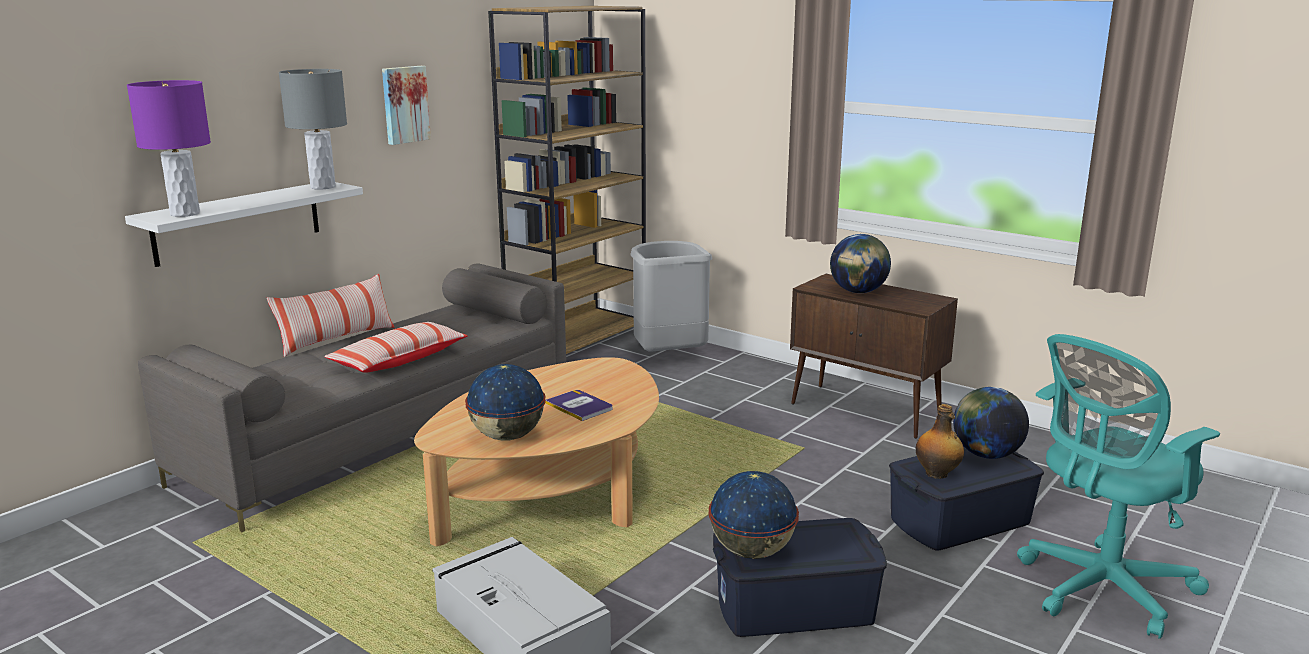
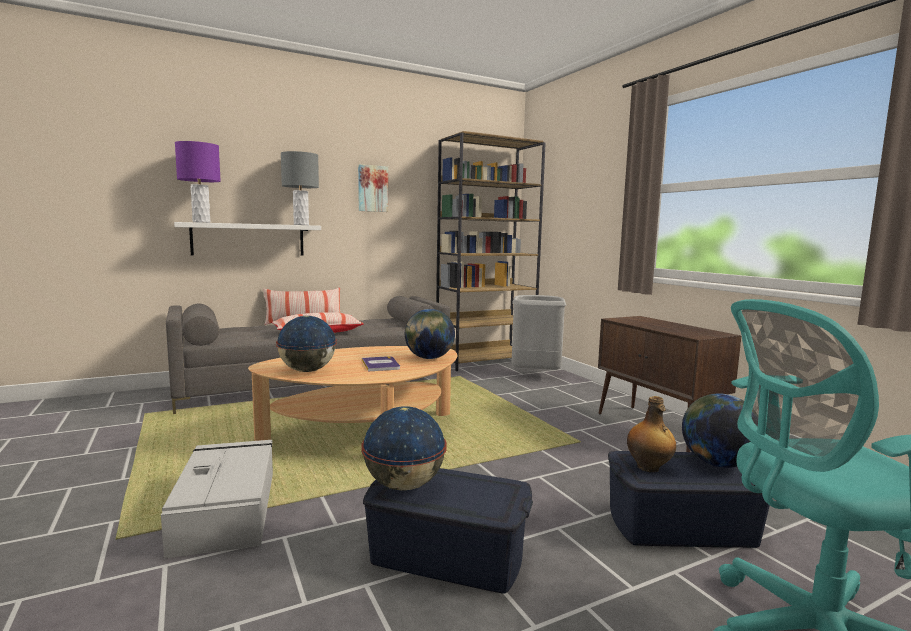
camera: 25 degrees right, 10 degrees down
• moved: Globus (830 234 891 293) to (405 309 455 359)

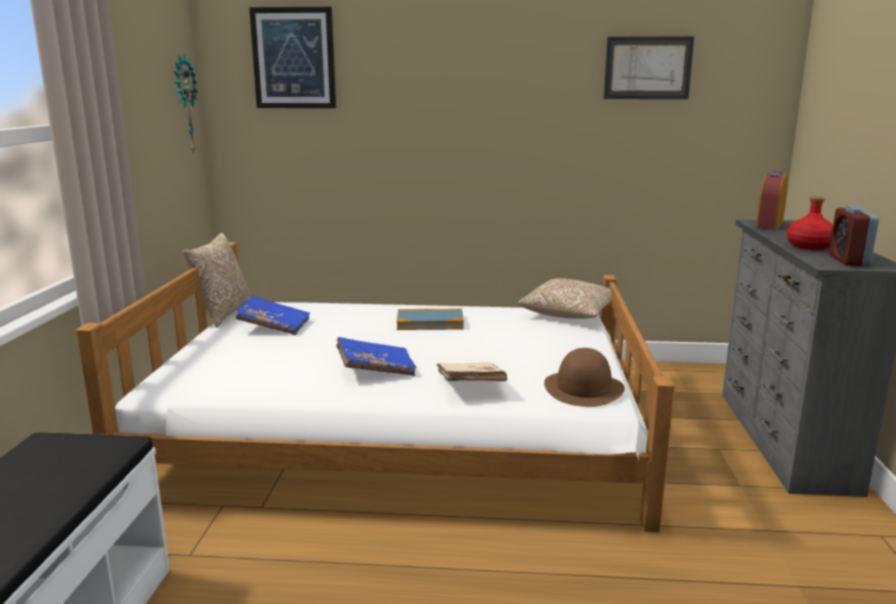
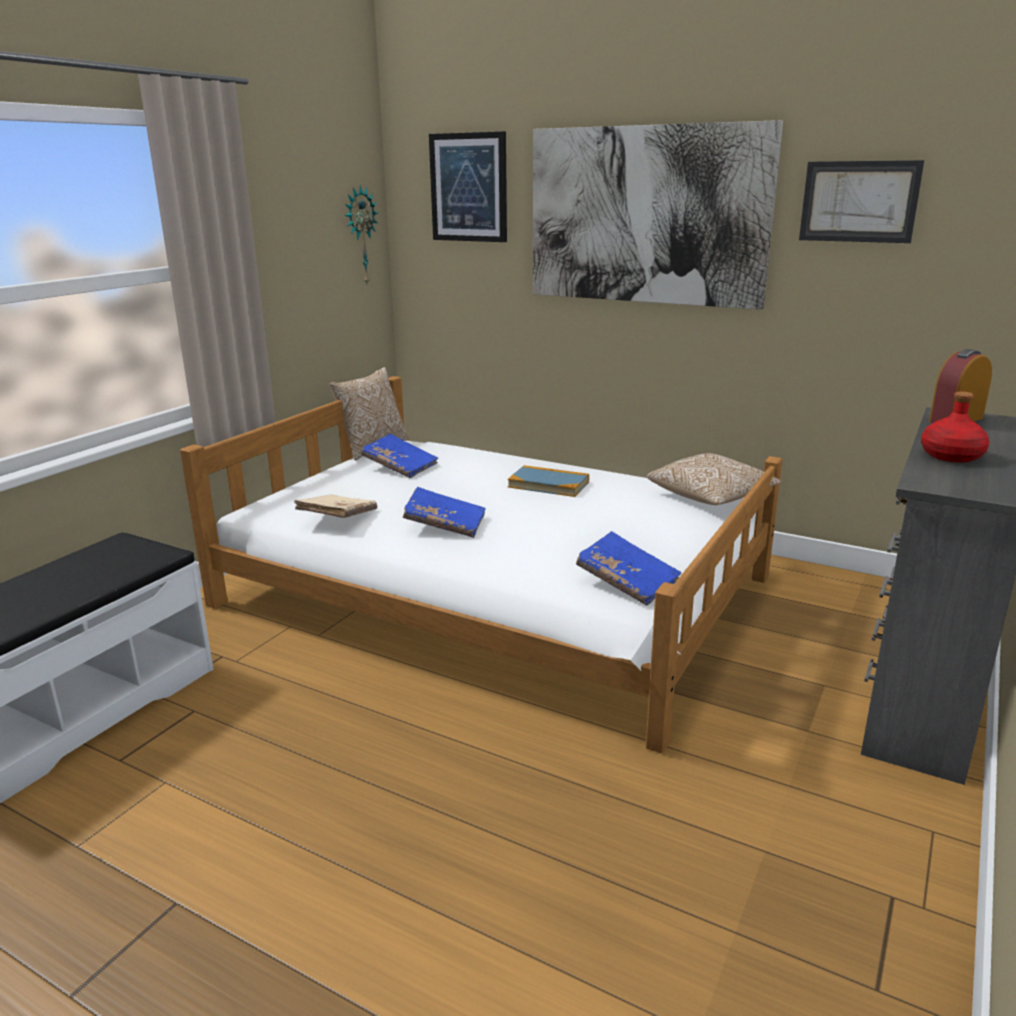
camera: 25 degrees right, 5 degrees up
• removed: Wecker (829 205 879 266)
• added: Bild (533 120 783 310)
• moved: Buch (beige) (437 362 507 381) to (294 494 377 518)
• replaced: Hut (braun) (544 348 625 407) to Buch (blau) (576 531 681 606)

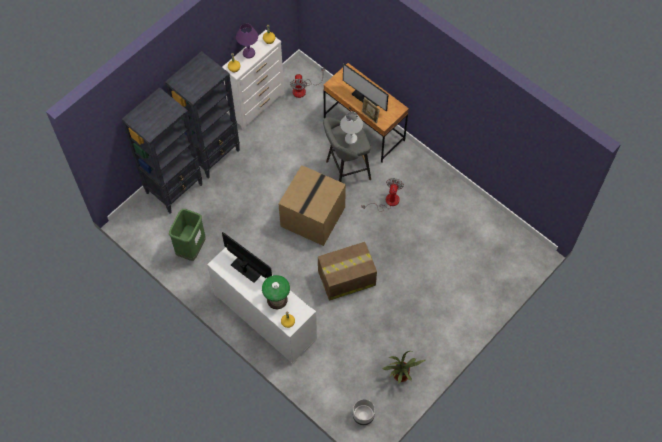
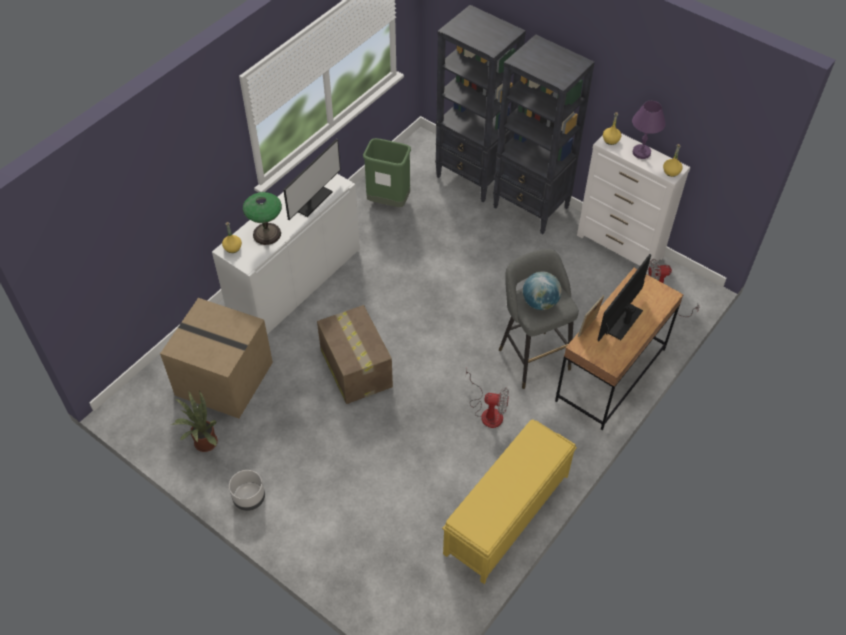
camera: 85 degrees right, 10 degrees down
• added: Bank (gelb) (442 420 577 584)
• moved: Karton (279 165 346 246) to (160 298 273 418)
• moved: Pflanzkübel (grau) (353 399 375 425) to (229 470 265 511)
• replaced: Tischlampe (weiß) (340 112 363 145) to Globus (523 272 562 310)

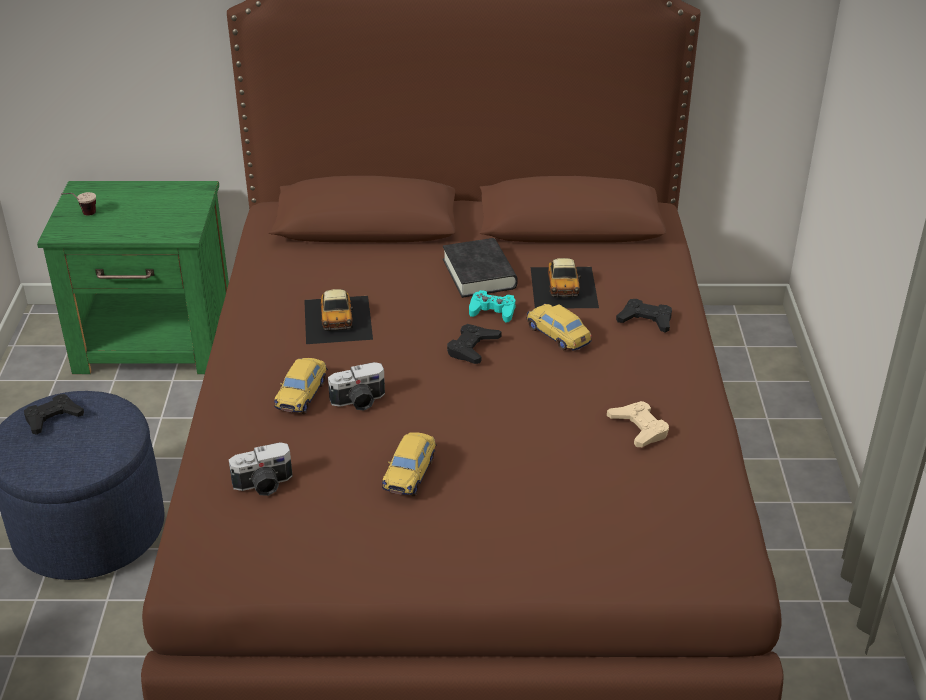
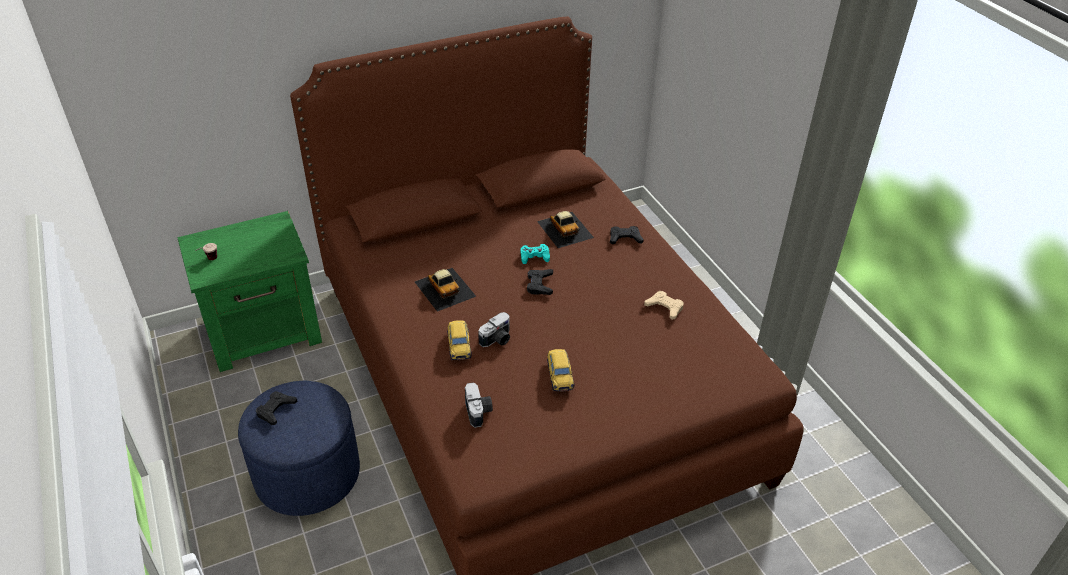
camera: 25 degrees left, 5 degrees up
• removed: Buch (schwarz) (443 238 518 298)
• removed: Spielzeugauto (526 303 592 350)
• turned: Kamera (229 442 293 496) = (465 382 493 428) 60 degrees counterclockwise

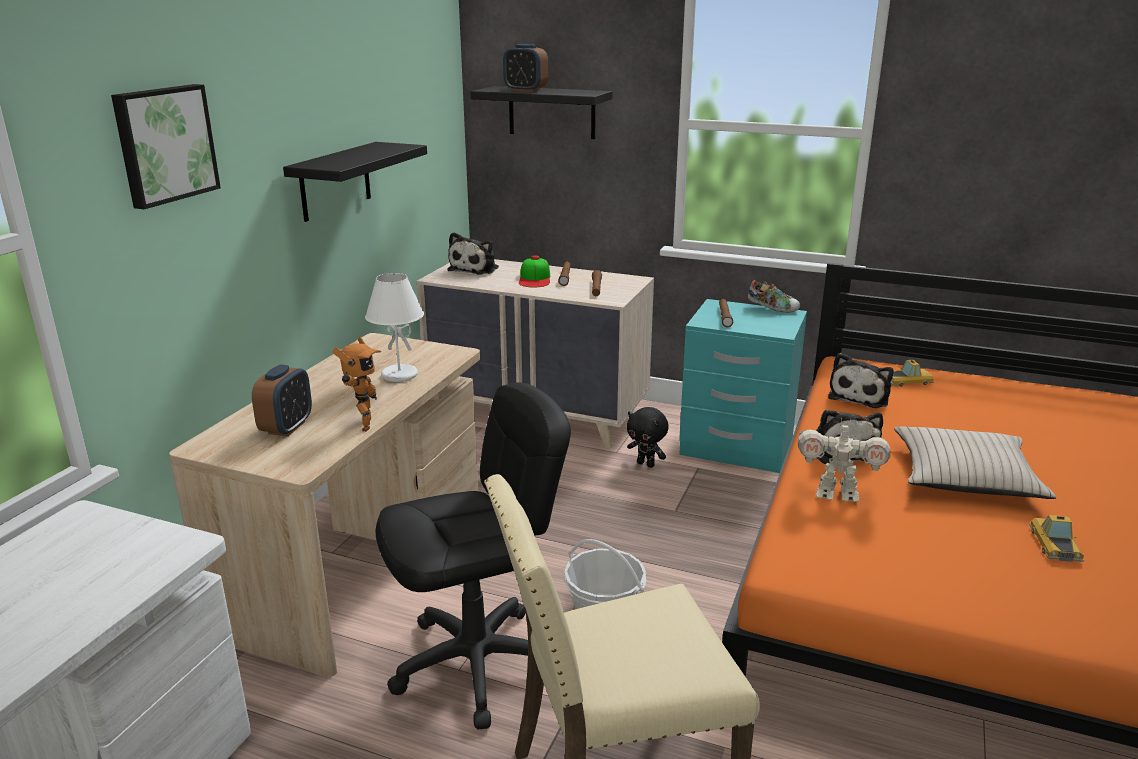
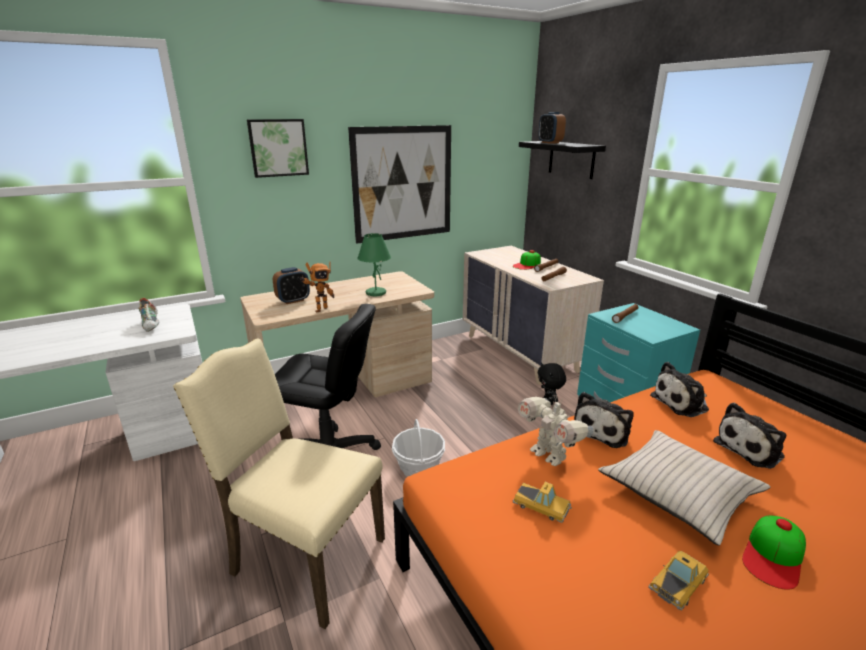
camera: 40 degrees right, 0 degrees up
• added: Kappe (742 516 806 590)
• moved: Plüschtier (447 232 499 275) to (713 403 786 469)
• moved: Schuh (748 280 800 313) to (138 298 159 332)
• moved: Spielzeugauto (891 360 934 387) to (513 482 572 523)
• replaced: Wandregal (schwarz) (283 142 427 222) to Bild (348 125 451 244)
• recoloured: Tischlampe (weiß) (365 273 424 382) to Tischlampe (grün) (357 233 391 296)

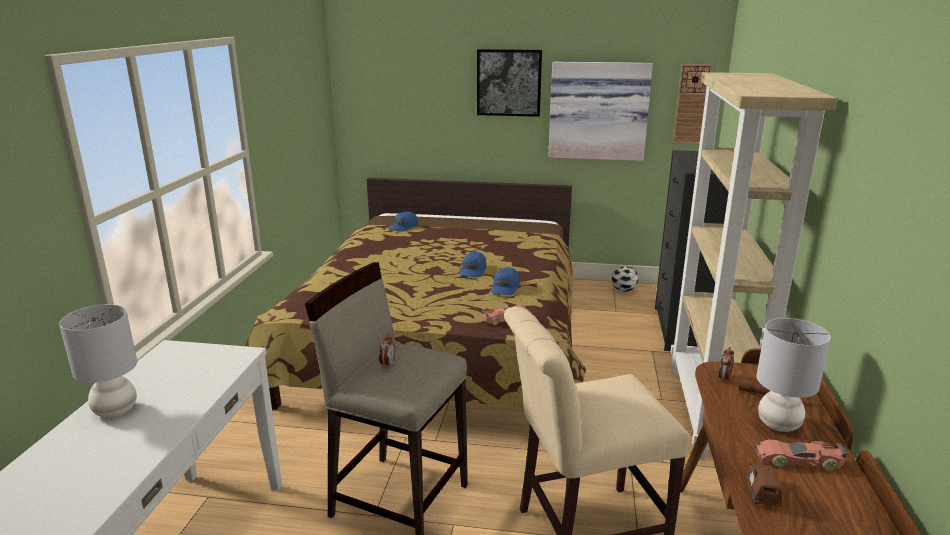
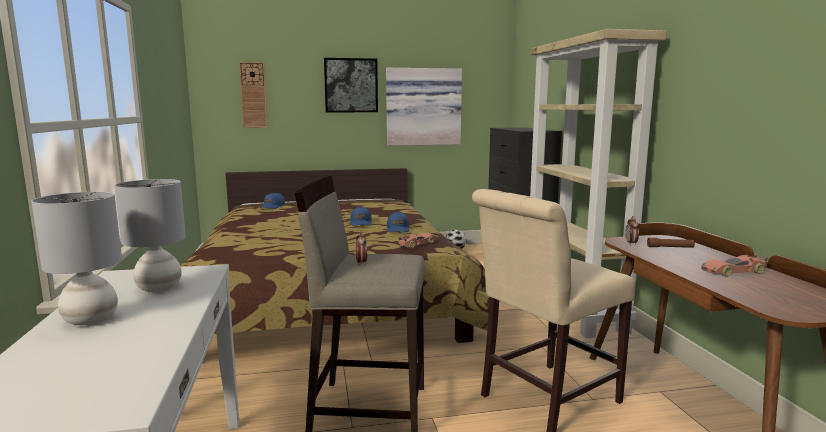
camera: 20 degrees left, 10 degrees down
• removed: Spielzeugauto (braun) (747 463 782 507)
• moved: Wanduhr (673 64 713 144) to (239 62 268 128)
• moved: Tischlampe (grau) (756 318 831 432) to (114 179 186 292)

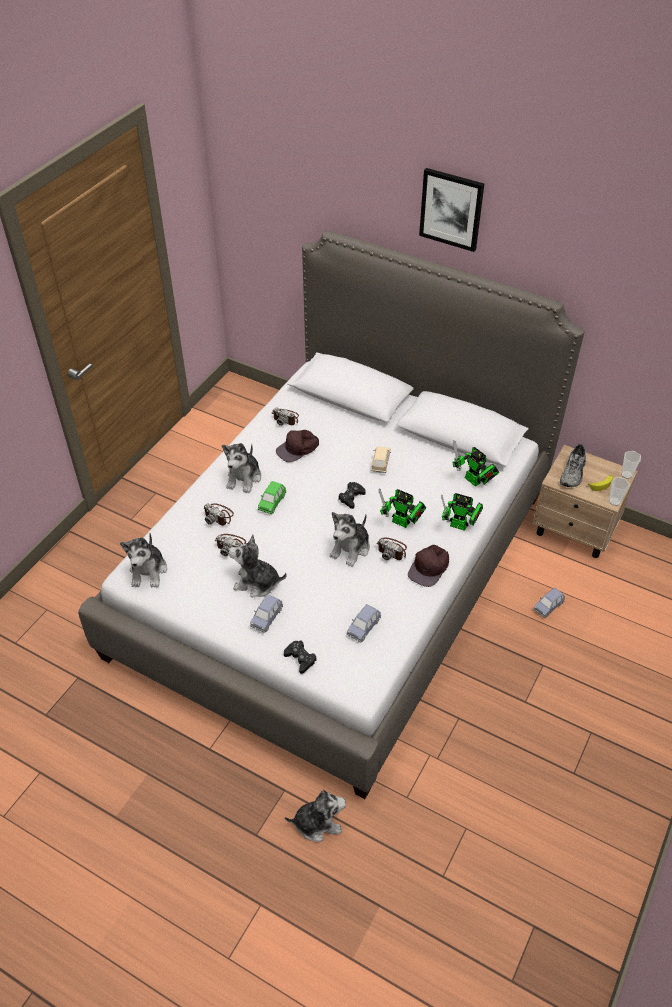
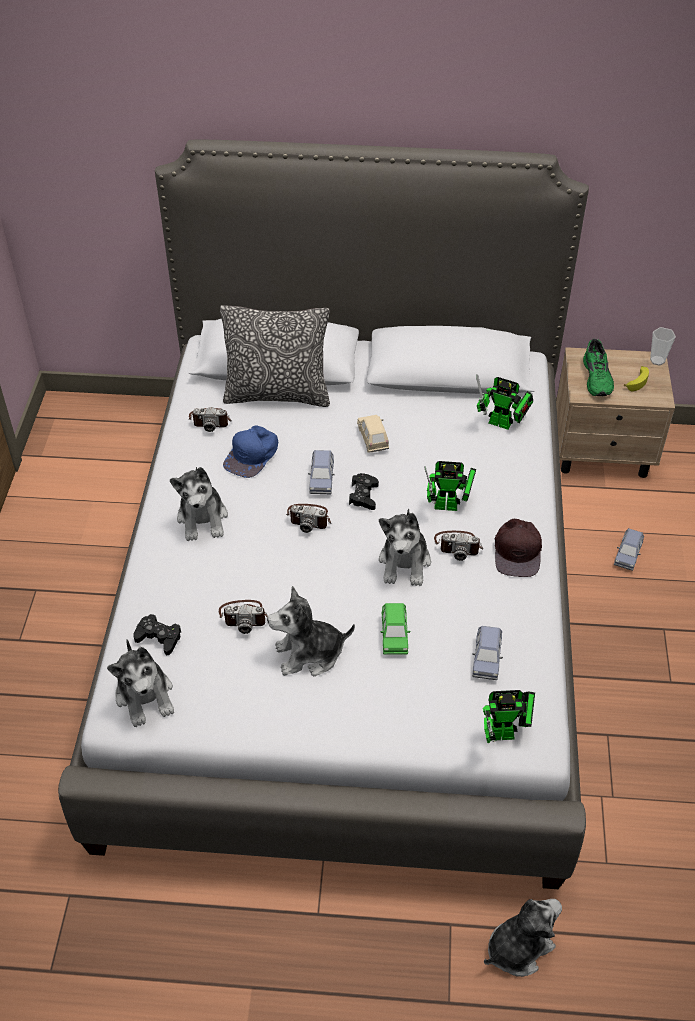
camera: 25 degrees left, 0 degrees up
• removed: Bild (419 168 484 252)
• removed: Tasse (609 477 630 506)
• added: Kissen (220 305 330 407)
• moved: Kamera (204 503 234 526) to (286 504 331 533)
• moved: Spielzeugauto (blau) (250 594 283 633) to (308 450 334 494)
• moved: Spielzeugauto (grün) (258 481 286 514) to (380 603 410 655)
• moved: Gamepad (schwarz) (284 640 317 674) to (133 614 181 655)
• moved: Spielzeugroboter (441 493 483 531) to (483 690 535 743)
• recoloured: Kappe (braun) (276 430 319 462) to Kappe (blau) (223 425 278 478)
• recoloured: Schuh (grau) (560 444 586 487) to Schuh (grün) (583 339 614 396)

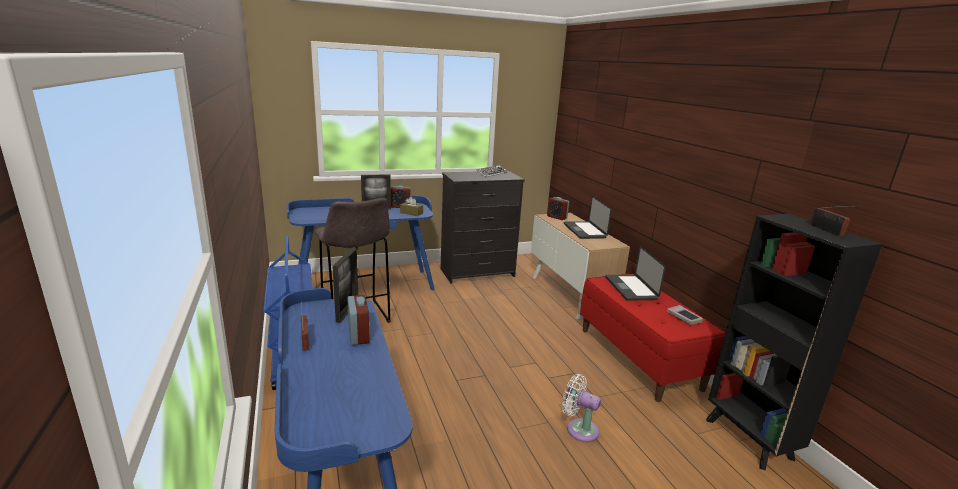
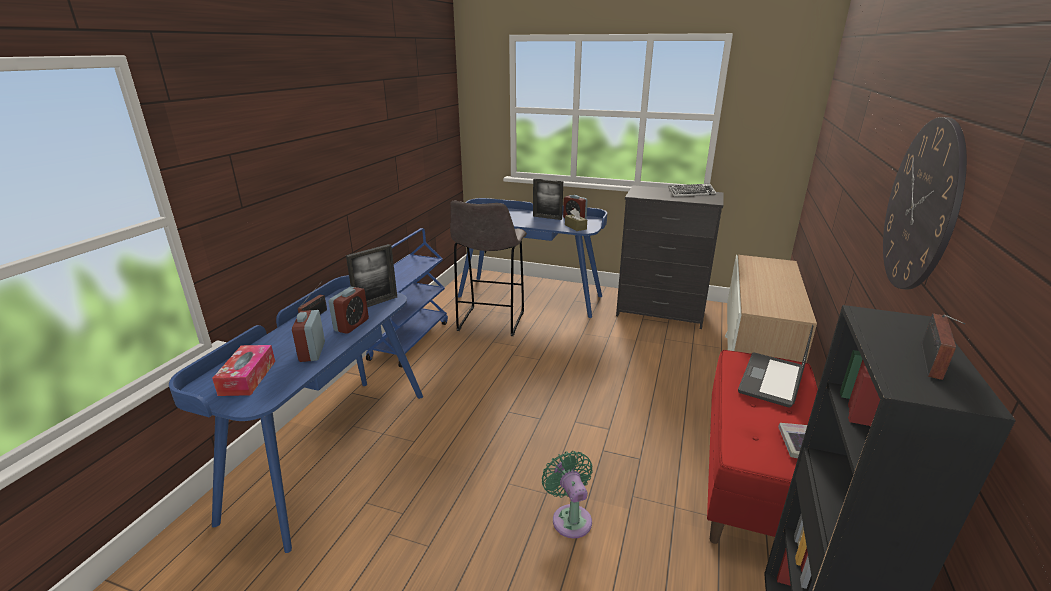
camera: 40 degrees right, 5 degrees up
• removed: Laptop (564 196 612 239)
• added: Taschentuchbox (212 345 275 396)
• added: Wanduhr (883 117 967 290)
• moved: Wecker (547 197 569 220) to (292 310 325 362)
• recoloured: Ventilator (weiß) (562 374 601 442) to Ventilator (grün) (542 451 593 538)

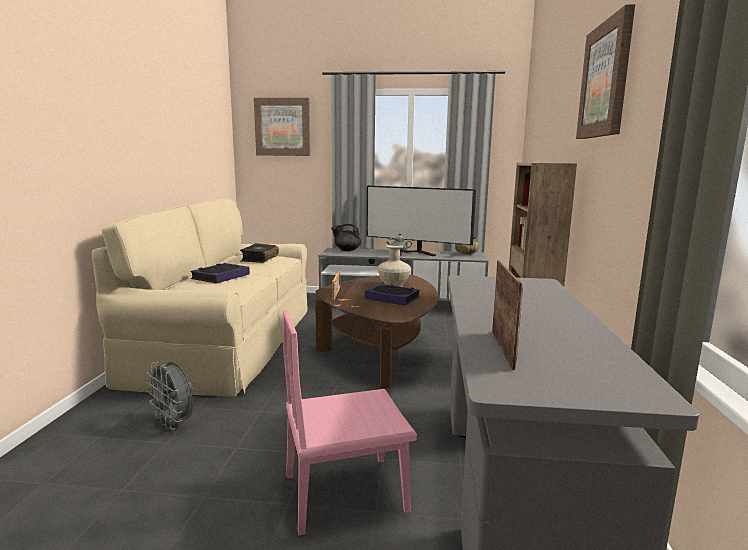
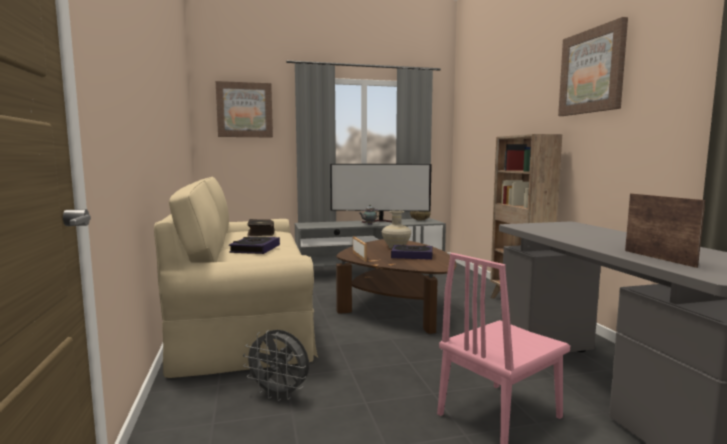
camera: 20 degrees left, 5 degrees down
• removed: Teekanne (schwarz) (331 224 361 251)

